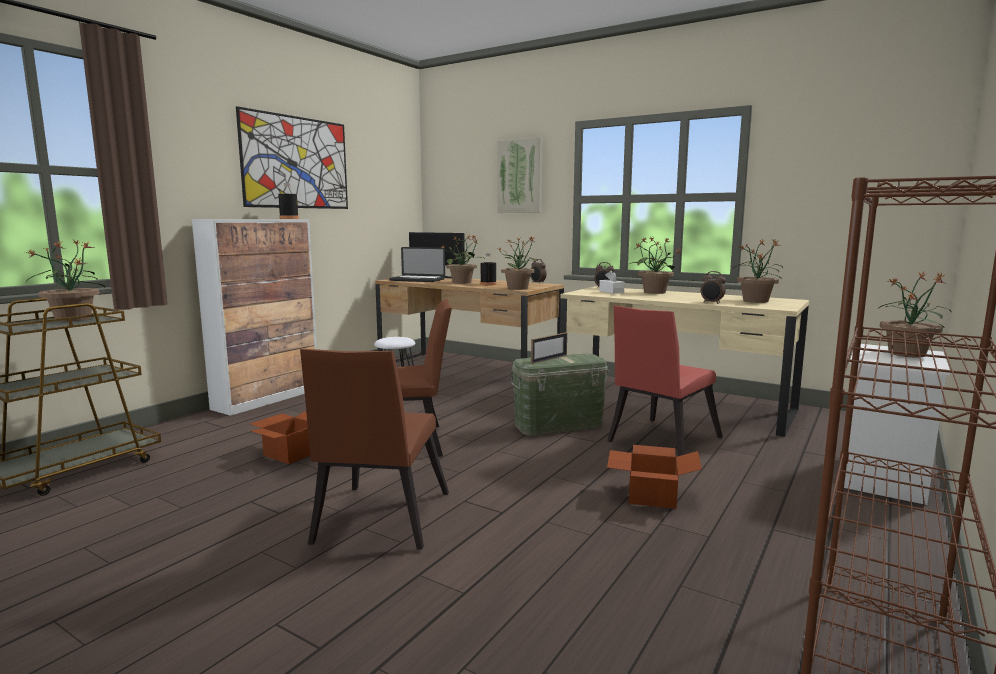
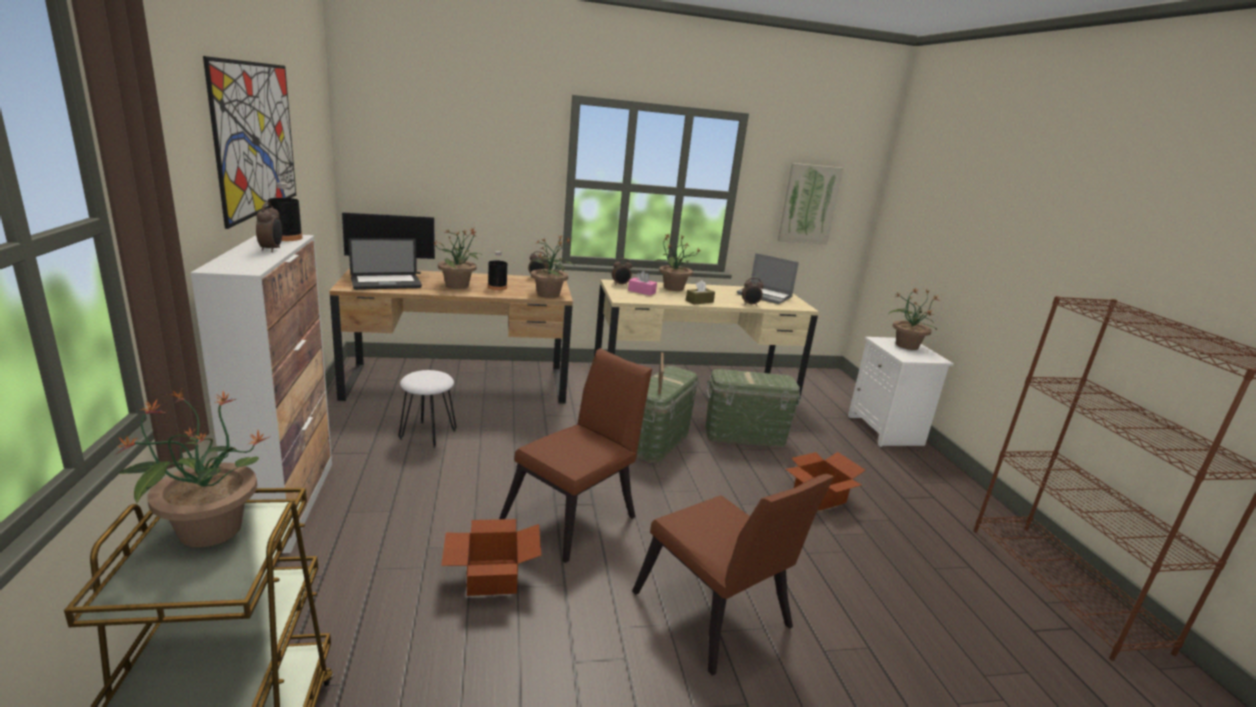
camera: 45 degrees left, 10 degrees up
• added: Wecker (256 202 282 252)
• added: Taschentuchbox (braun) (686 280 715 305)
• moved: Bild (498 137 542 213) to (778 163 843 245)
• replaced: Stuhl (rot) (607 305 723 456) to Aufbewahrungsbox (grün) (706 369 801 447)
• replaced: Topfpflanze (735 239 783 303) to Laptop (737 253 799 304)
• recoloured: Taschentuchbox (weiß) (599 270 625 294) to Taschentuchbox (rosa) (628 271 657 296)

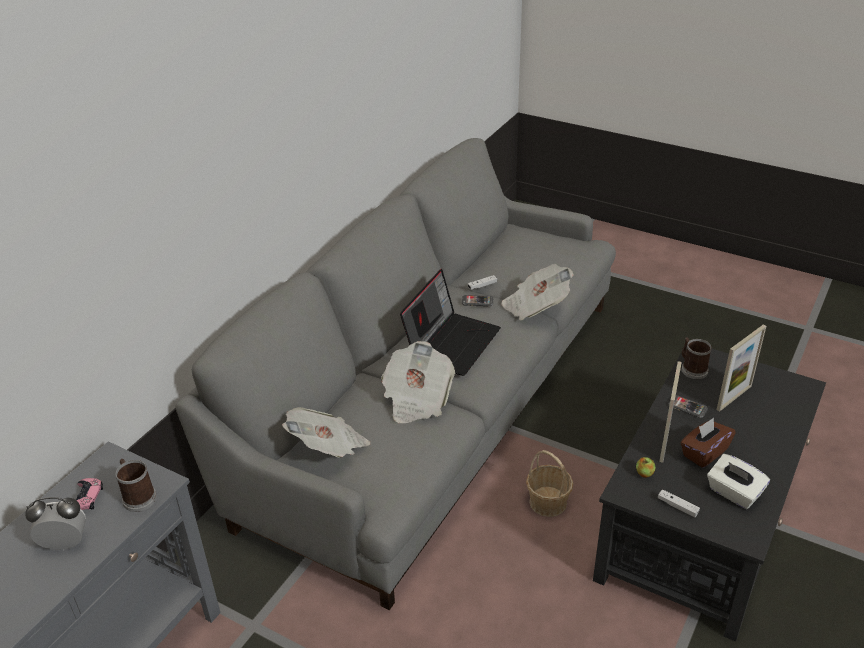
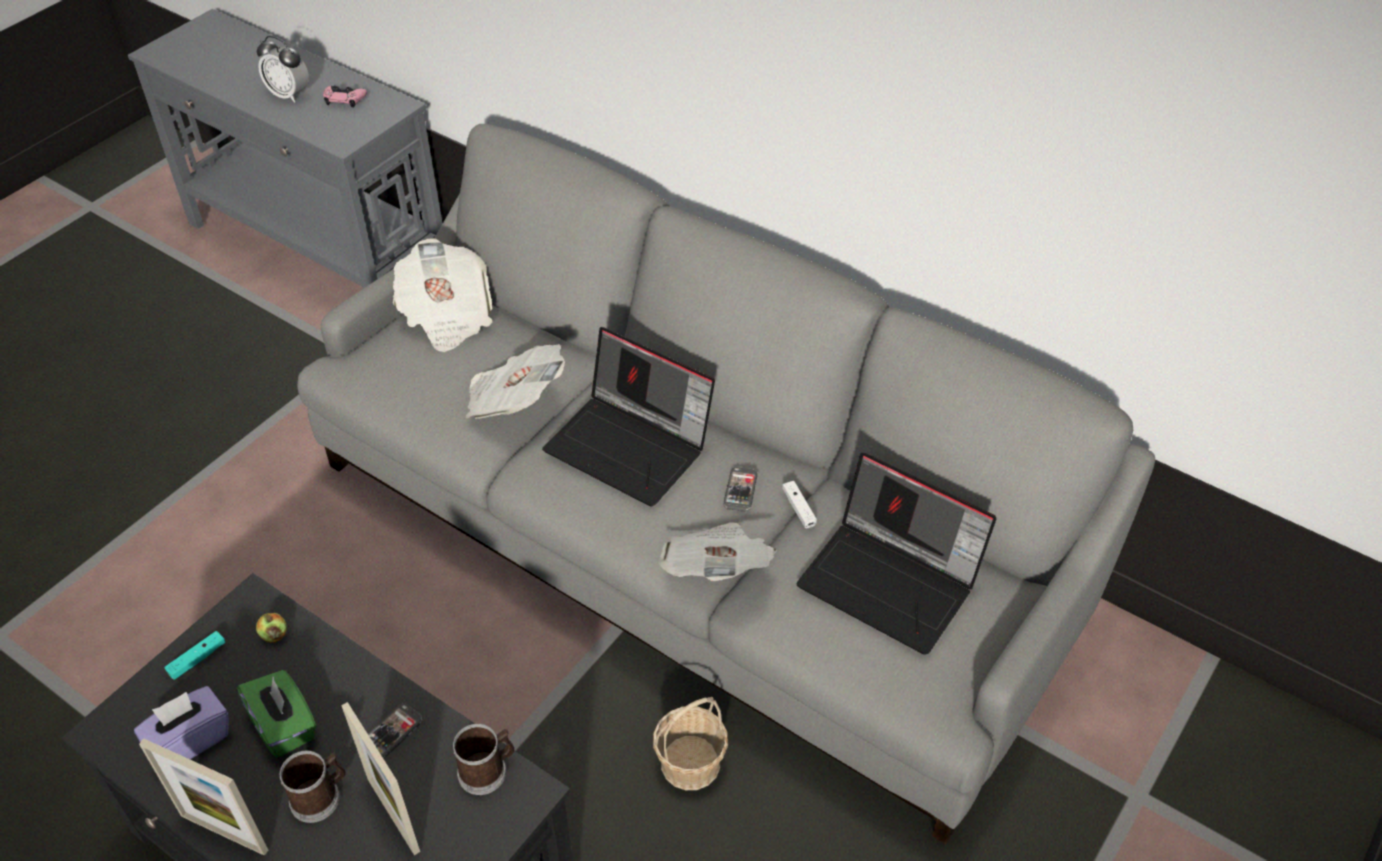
camera: 95 degrees right, 10 degrees up
• added: Laptop (797 453 996 655)
• moved: Henkelbecher (115 459 157 512) to (280 750 346 823)
• moved: Korb (526 450 574 517) to (653 697 728 790)
• moved: Bilderrahmen (659 361 682 463) to (139 738 268 856)
• recoloured: Gamepad (weiß) (658 489 700 517) to Gamepad (türkis) (164 631 226 680)
• recoloured: Taschentuchbox (braun) (681 418 736 468) to Taschentuchbox (grün) (237 670 316 758)
• recoloured: Taschentuchbox (weiß) (707 454 770 509) to Taschentuchbox (lila) (134 686 229 759)
• turned: Wecker (25 497 86 550) = (257 36 309 103) 120 degrees clockwise

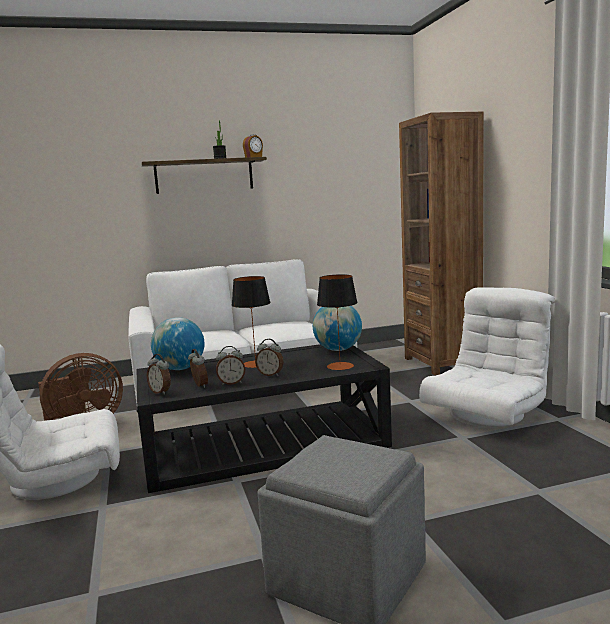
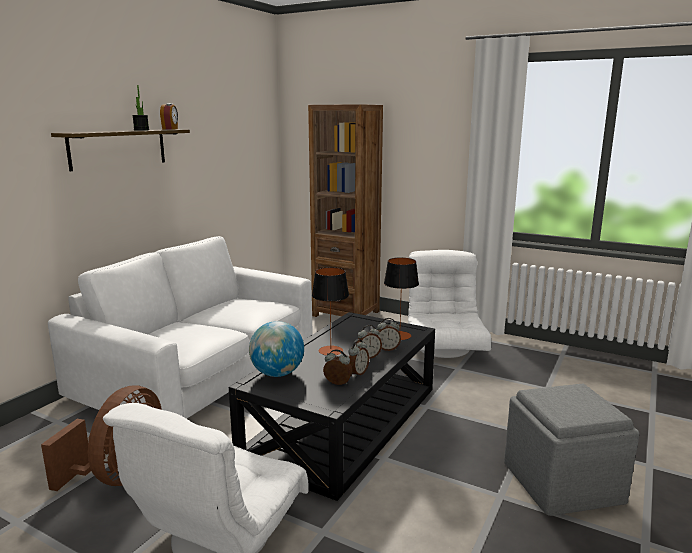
camera: 45 degrees left, 5 degrees up
• removed: Globus (313 306 362 351)
• moved: Wecker (147 354 171 395) to (377 318 401 351)

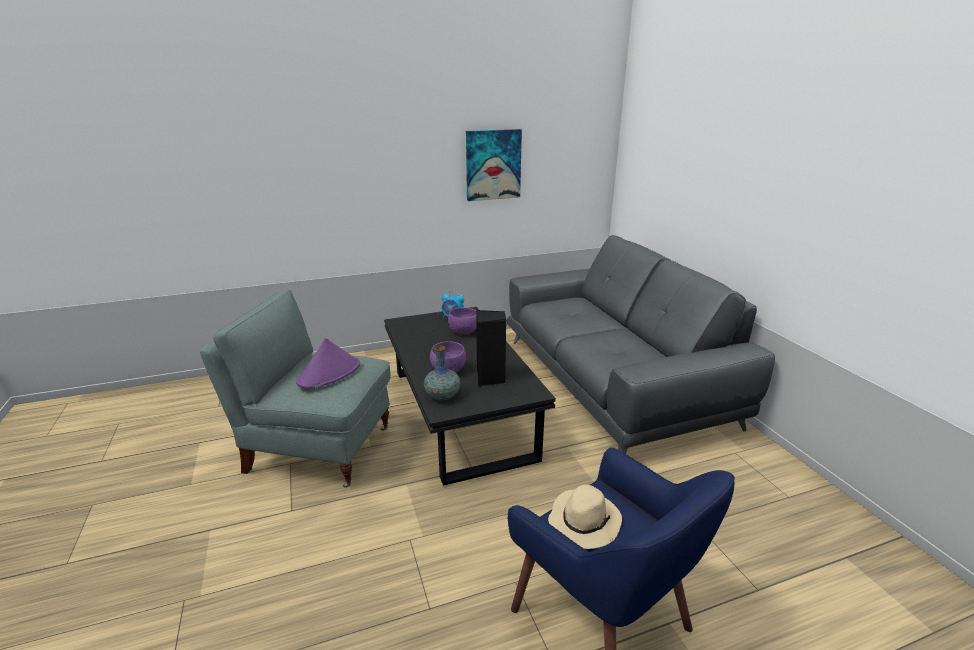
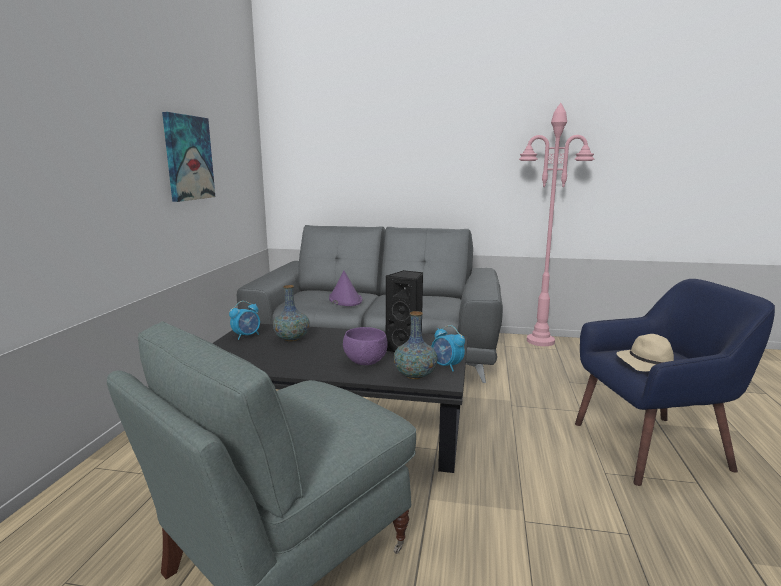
camera: 60 degrees left, 10 degrees down
• added: Wecker (431 325 465 371)
• added: Stehlampe (rosa) (519 103 594 346)
• moved: Hut (lila) (296 338 360 388) to (329 270 362 306)
• replaced: Schüssel (lila) (448 308 477 334) to Vase (273 285 310 341)

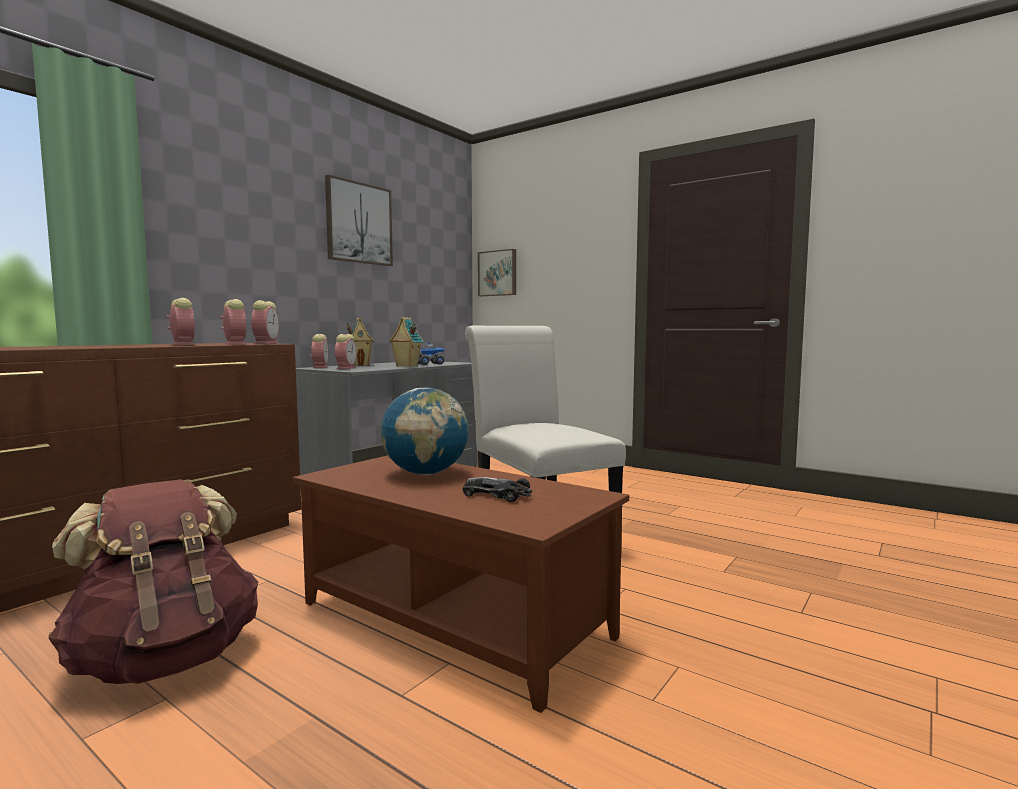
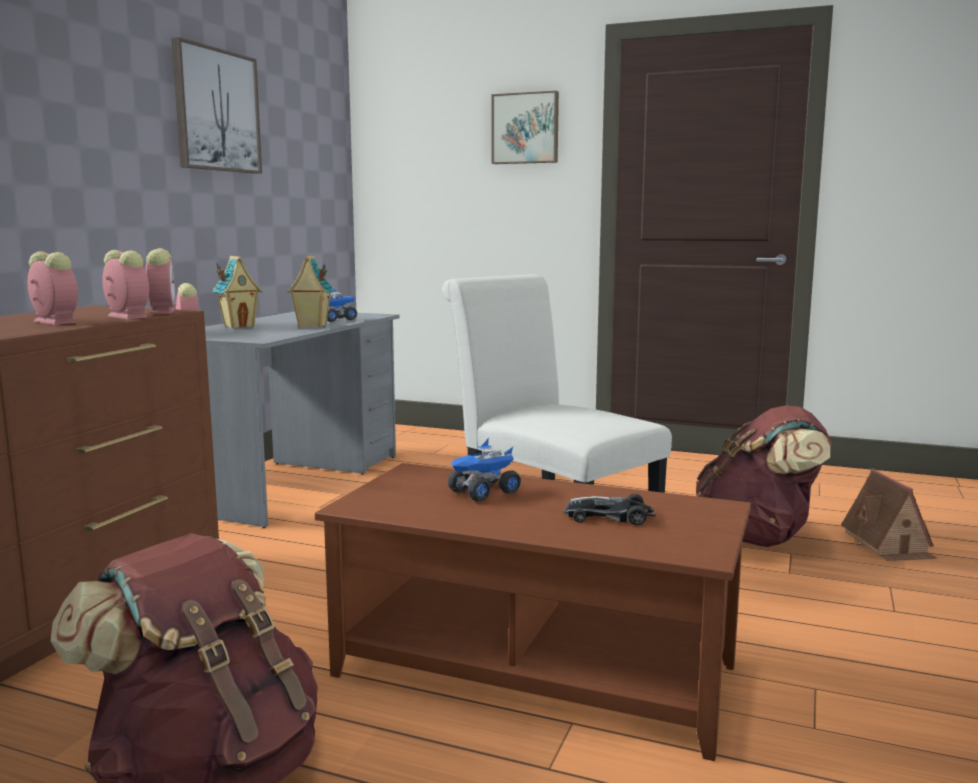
camera: 15 degrees left, 5 degrees up
• removed: Wecker (335 334 357 369)
• added: Rucksack (braun) (696 406 832 547)
• added: Spielzeughaus (841 469 937 561)
• moved: Bild (478 249 516 296) to (492 91 559 164)
• replaced: Globus (381 388 469 475) to Spielzeuglaster (448 438 521 501)

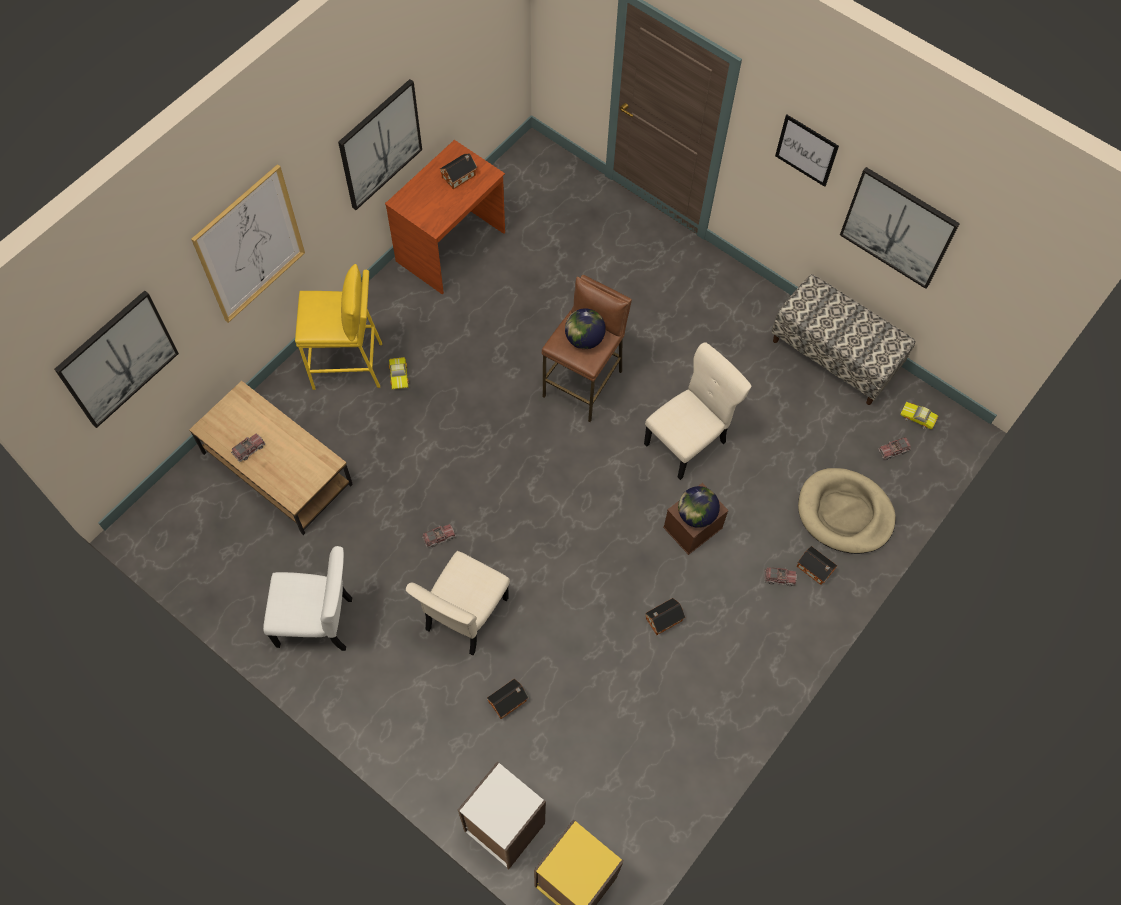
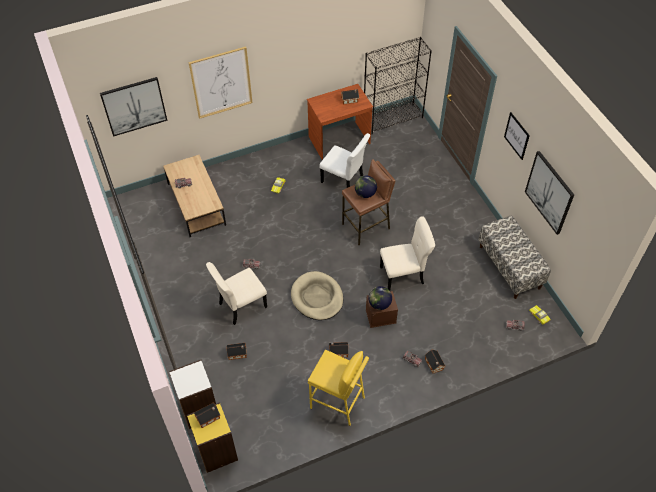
camera: 30 degrees right, 10 degrees down
• removed: Bild (338 79 422 210)
• added: Spielzeughaus (194 403 220 428)
• added: Bücherregal (schwarz) (364 37 432 134)
• moved: Stuhl (weiß) (263 546 353 651) to (320 133 370 188)
• moved: Hocker (gelb) (295 264 382 390) to (308 350 369 426)
• moved: Hundebett (beige) (798 468 896 554) to (291 271 343 320)

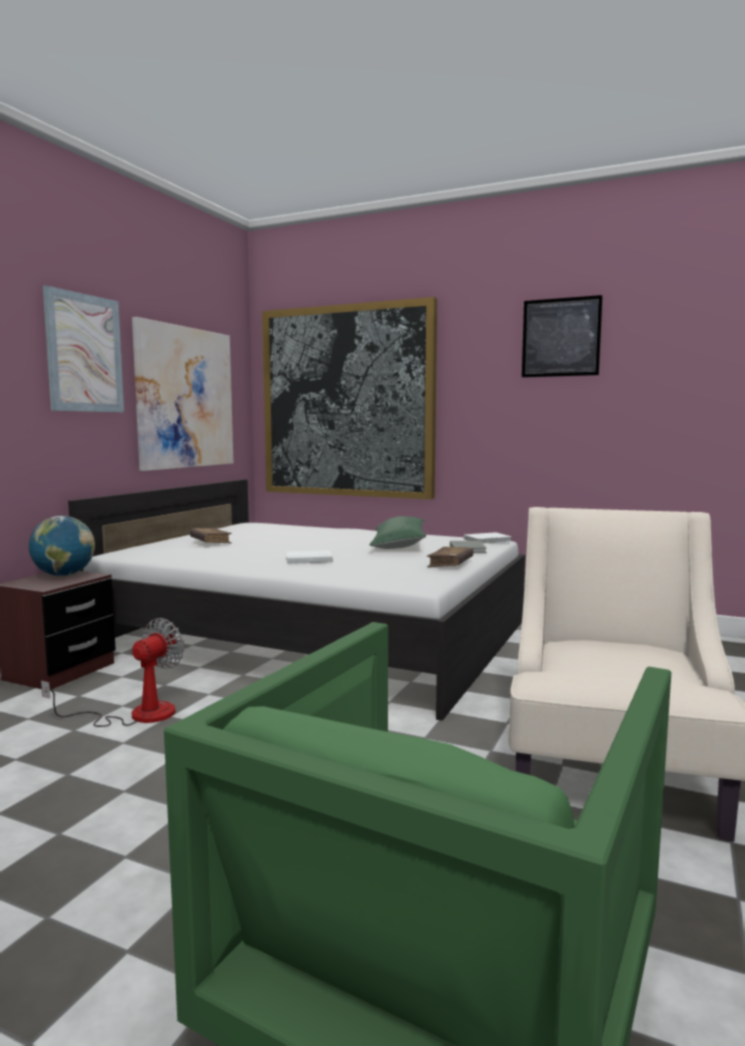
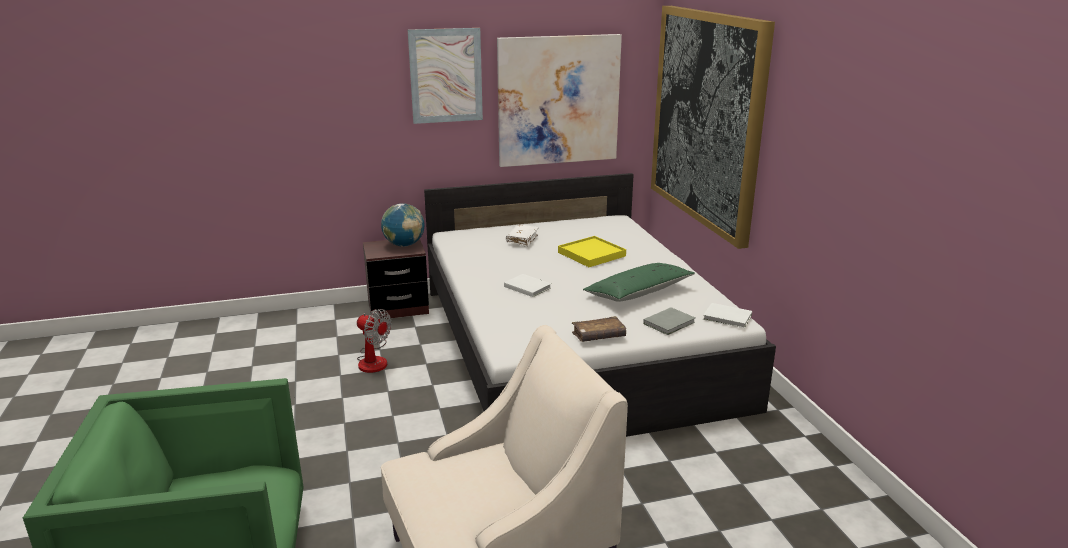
camera: 50 degrees right, 15 degrees up
• removed: Bild (522 295 603 377)
• added: Tablett (gelb) (558 236 626 267)
• recoloured: Buch (braun) (190 528 232 544) to Buch (weiß) (506 224 539 247)
• turned: Ventilator (41 618 184 727) = (357 309 392 373) 45 degrees clockwise

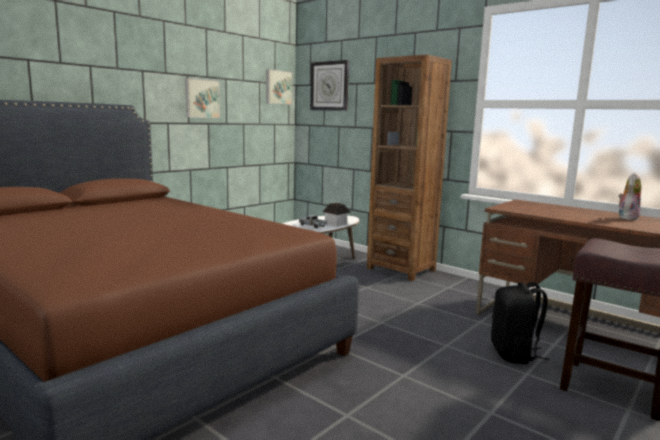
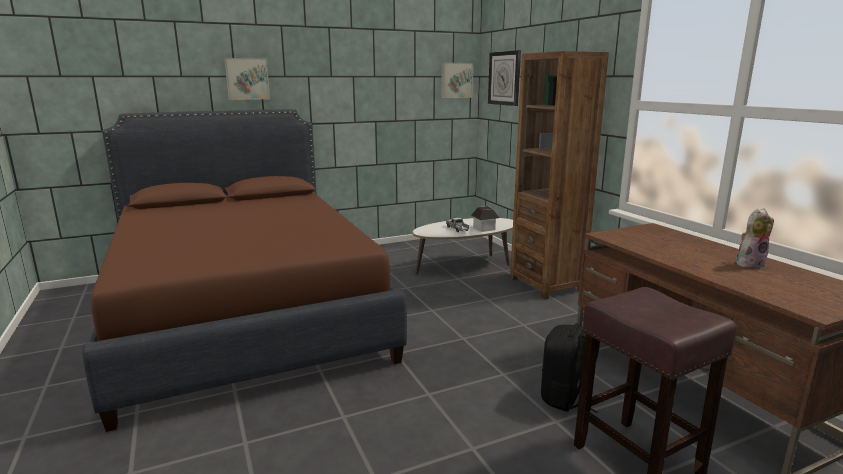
camera: 25 degrees right, 5 degrees up
• moved: Bild (185 78 220 118) to (224 58 270 100)

